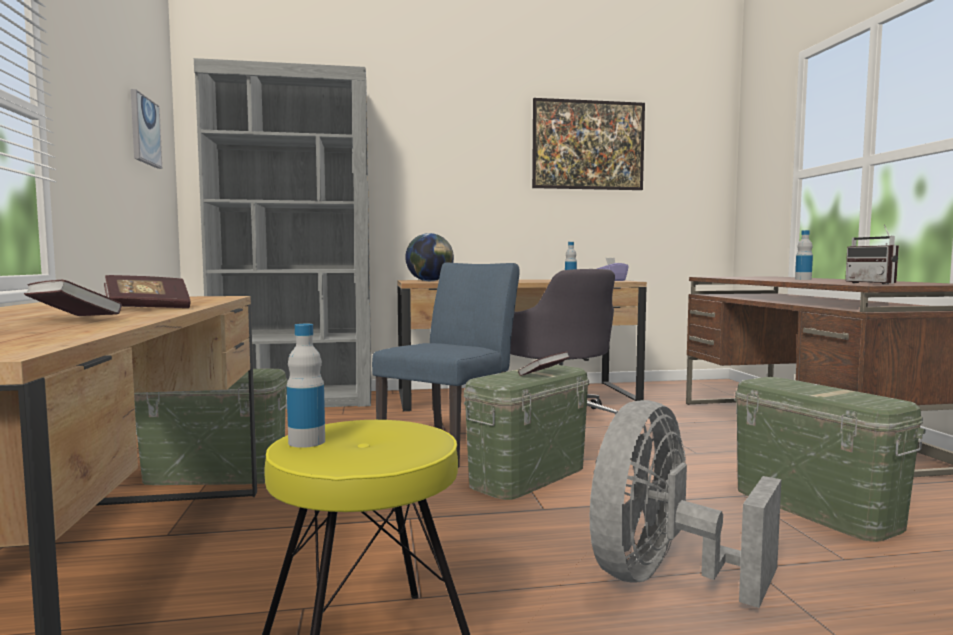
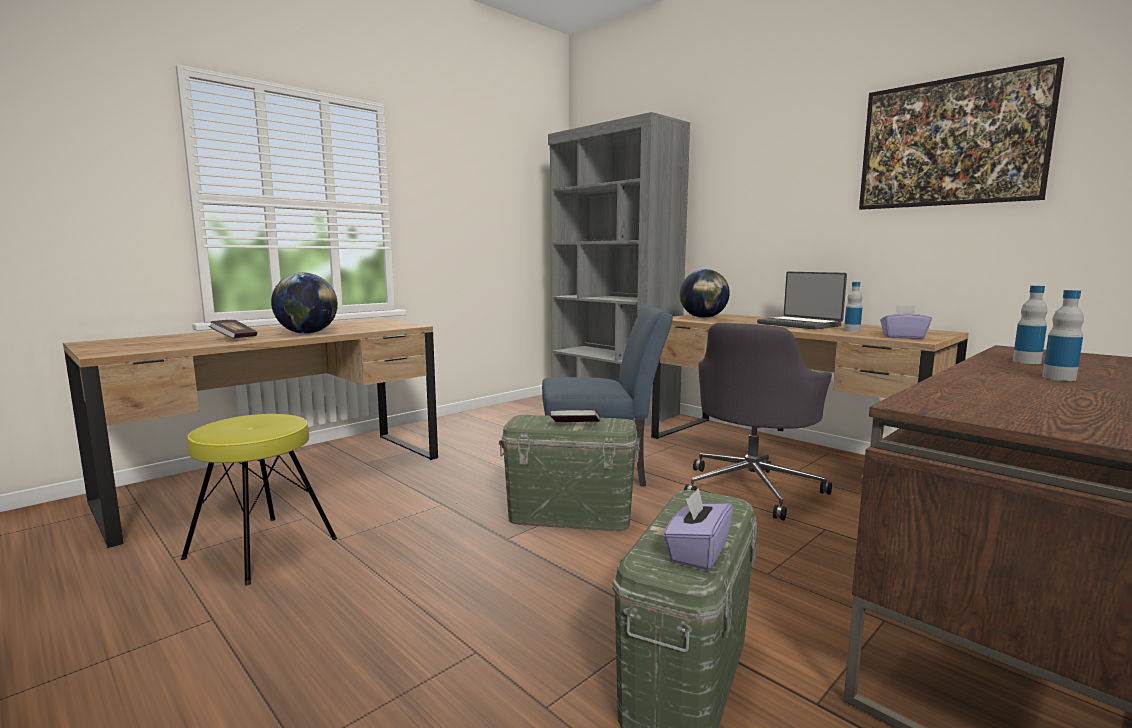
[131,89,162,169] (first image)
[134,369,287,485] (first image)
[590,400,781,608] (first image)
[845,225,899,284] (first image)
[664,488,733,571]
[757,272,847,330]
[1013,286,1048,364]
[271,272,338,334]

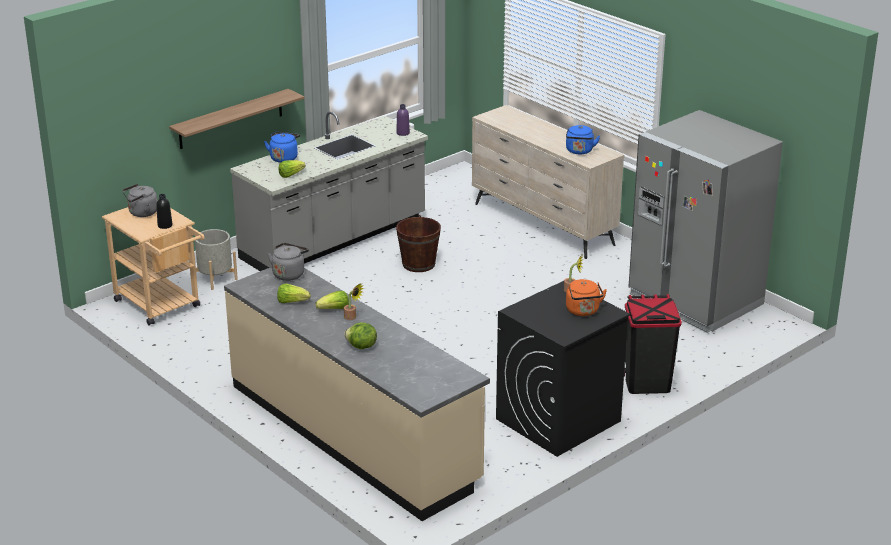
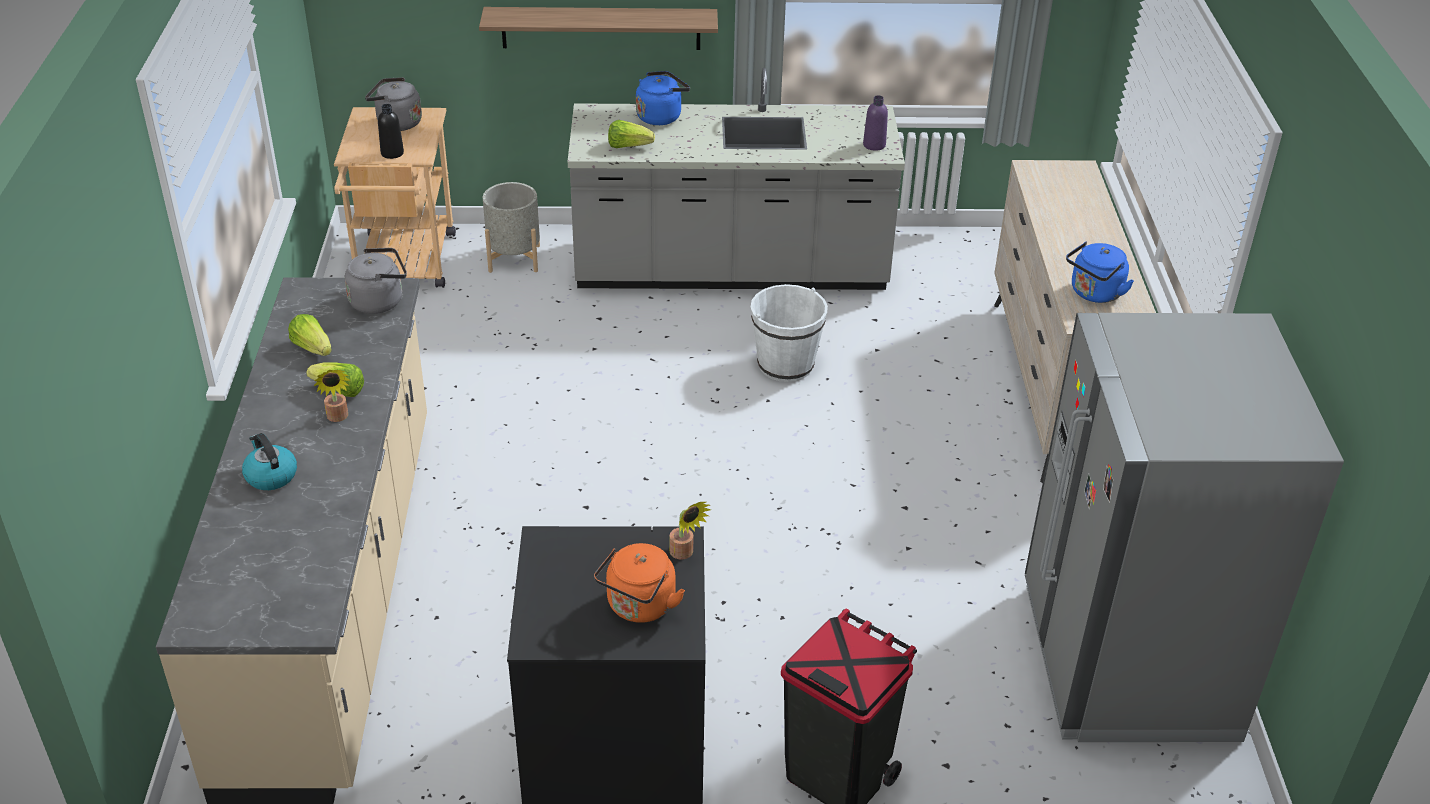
[242,433,297,490]
[751,284,828,382]

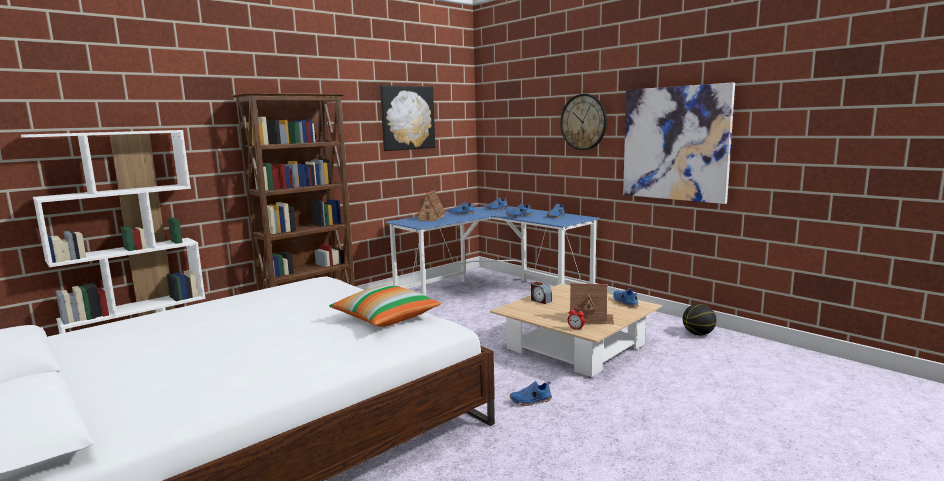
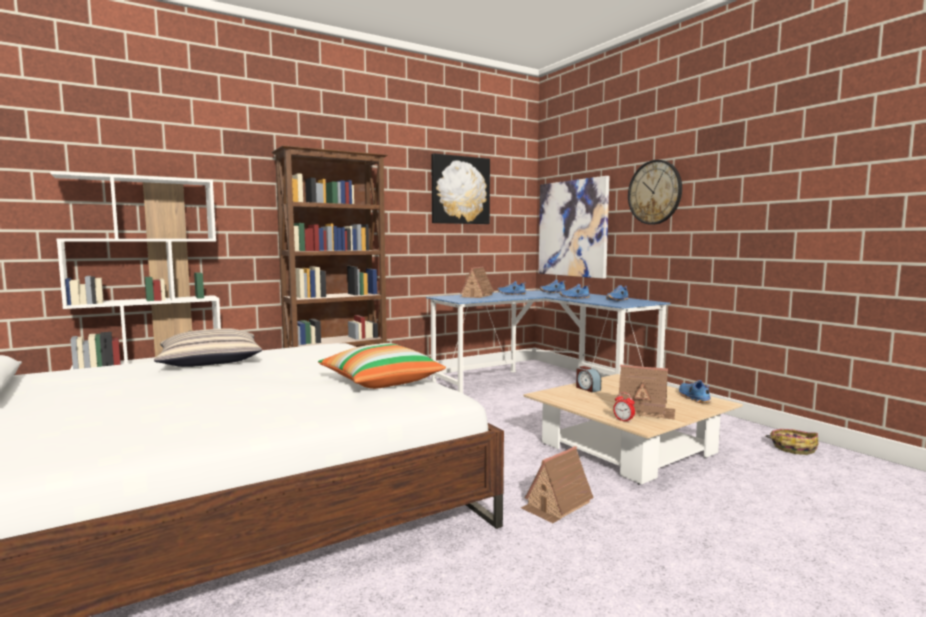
[154,328,262,367]
[539,176,610,279]
[521,446,594,523]
[765,429,818,455]

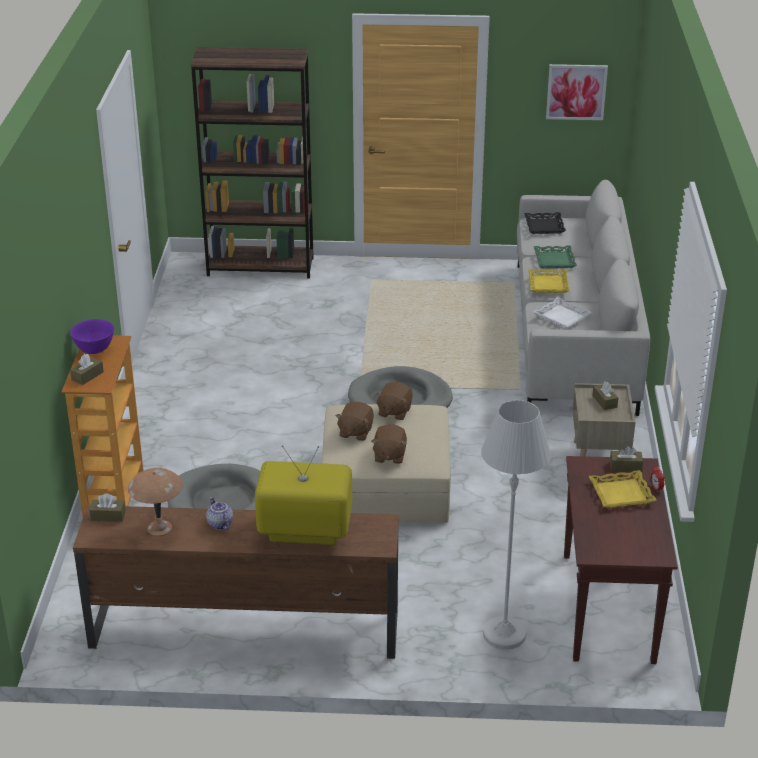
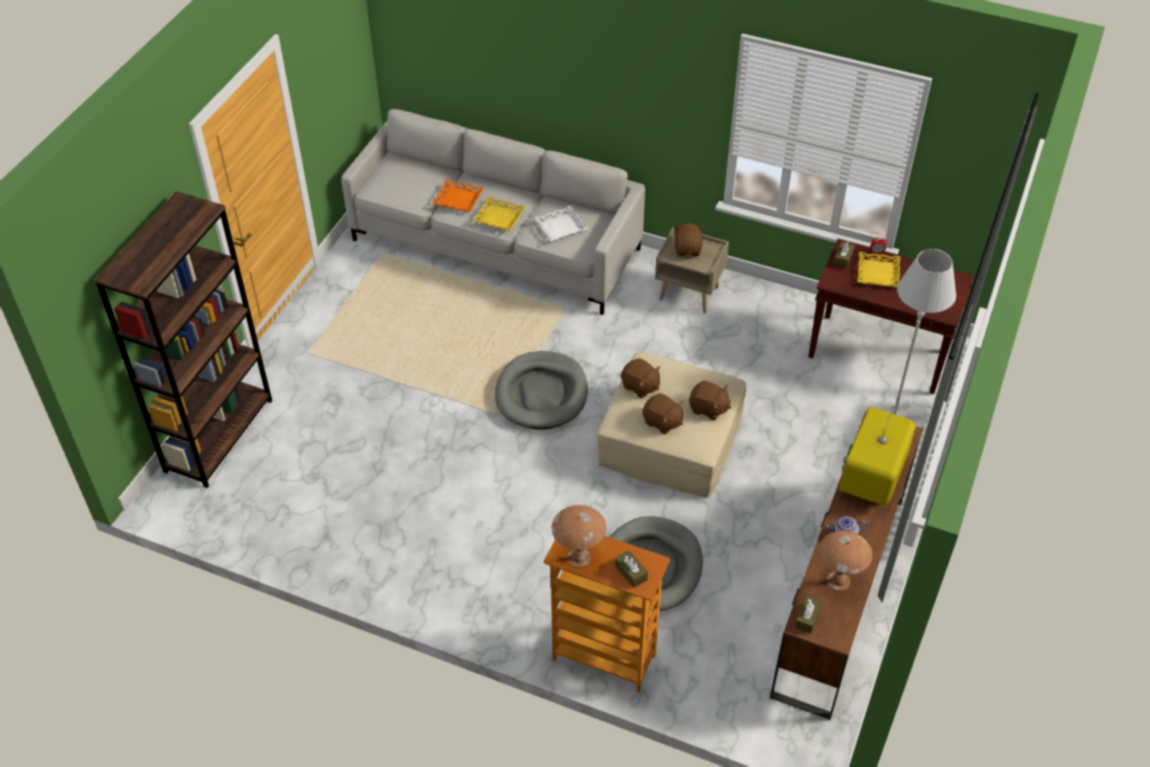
[524,212,566,234] (first image)
[546,64,608,120] (first image)
[552,505,607,568]
[674,223,704,256]
[432,180,484,212]

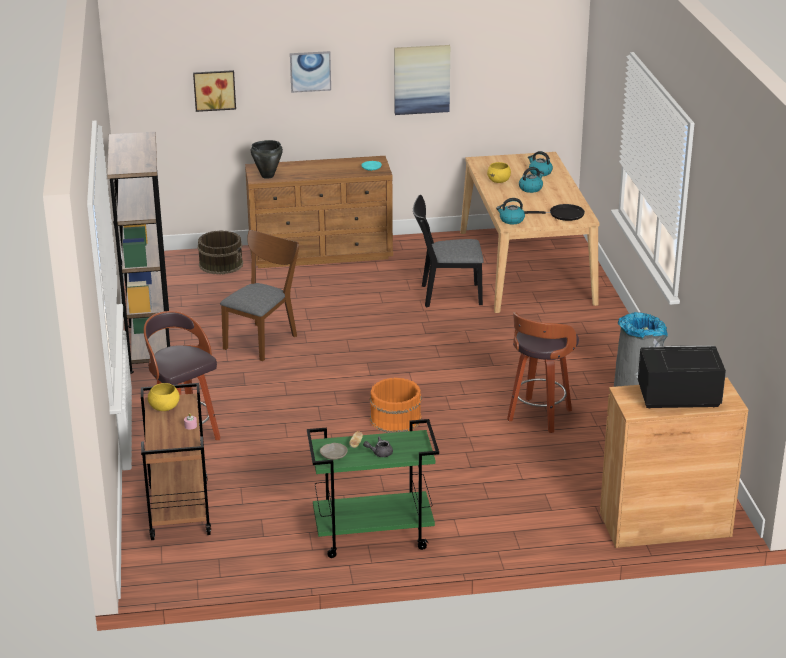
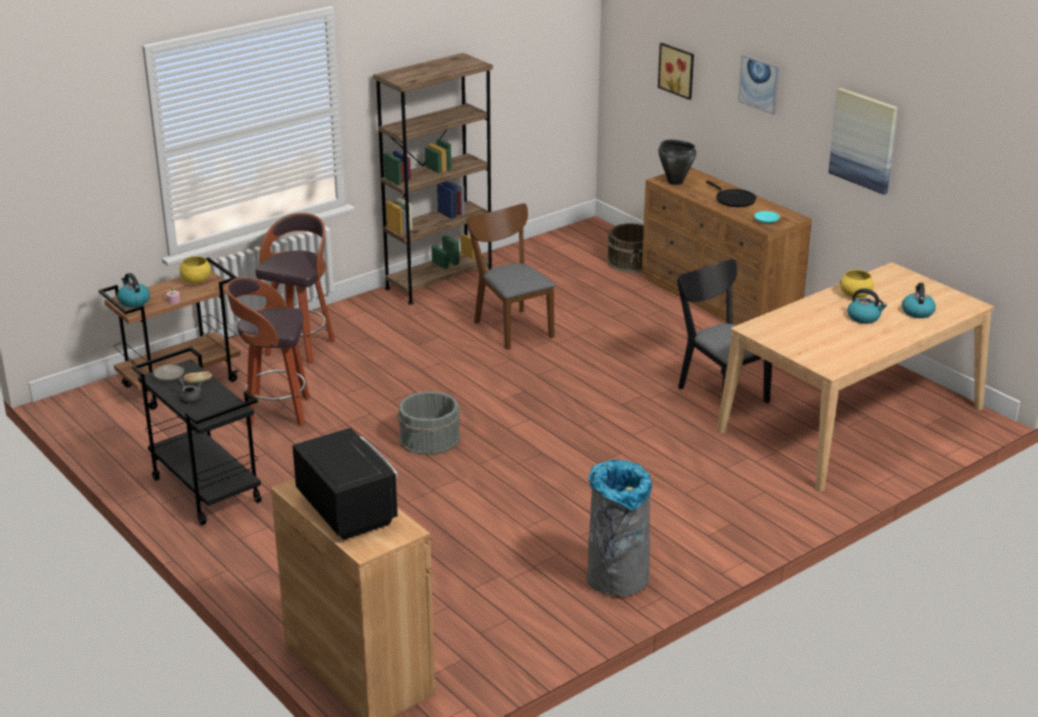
[117,273,150,307]
[226,277,310,426]
[706,180,756,207]
[132,347,262,525]
[398,391,460,456]
[466,203,555,350]

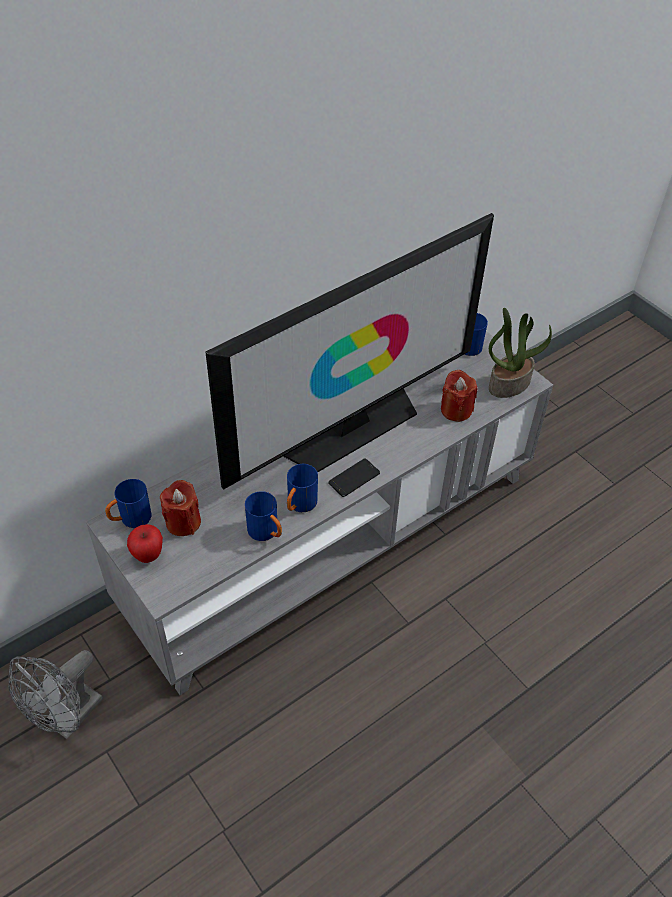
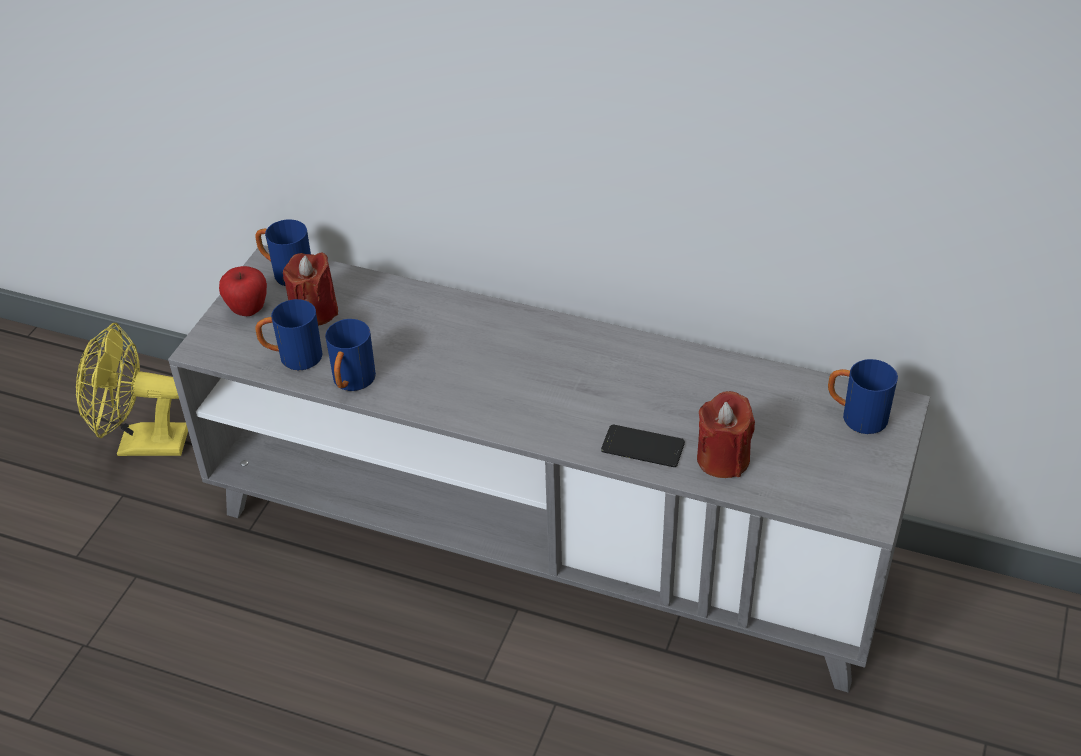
[205,213,494,490] (first image)
[489,308,552,398] (first image)
[255,299,323,370]
[601,425,685,467]
[76,323,188,456]

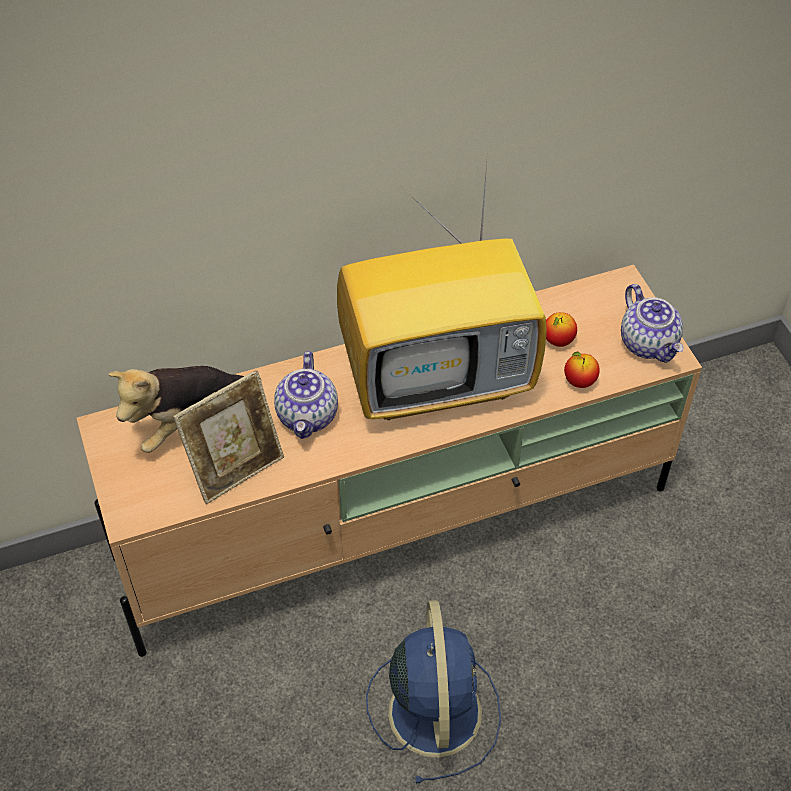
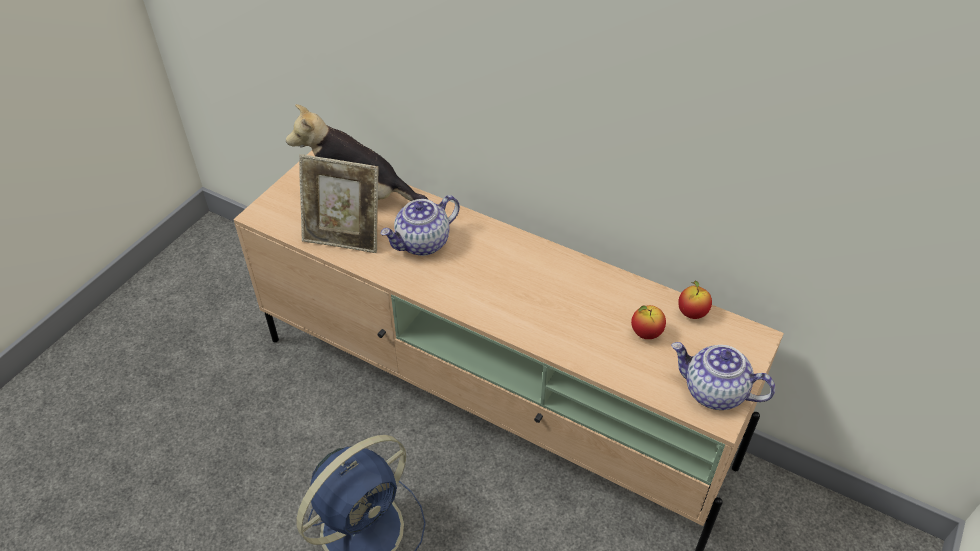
[337,151,547,420] (first image)
[678,280,712,319]
[671,342,775,410]

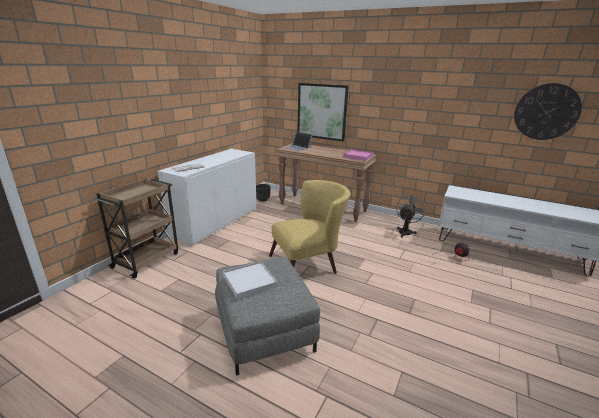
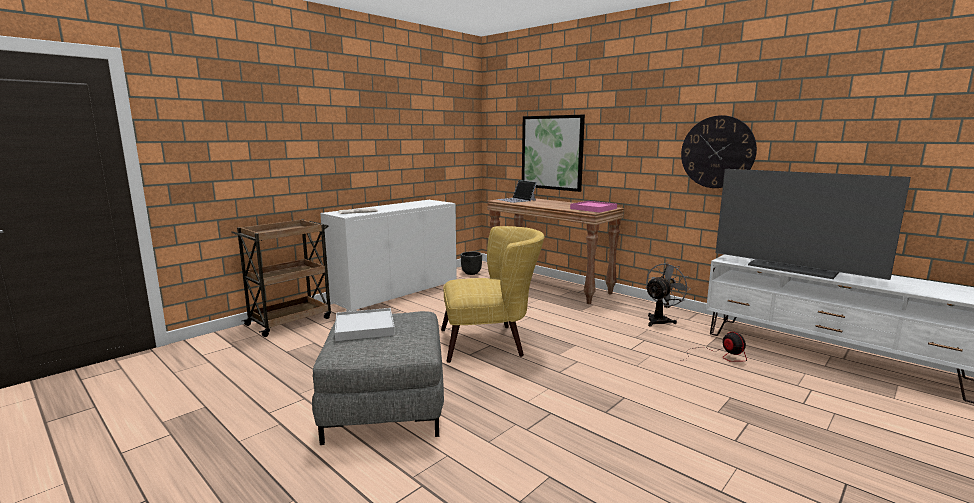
[715,169,911,280]
[681,115,757,188]

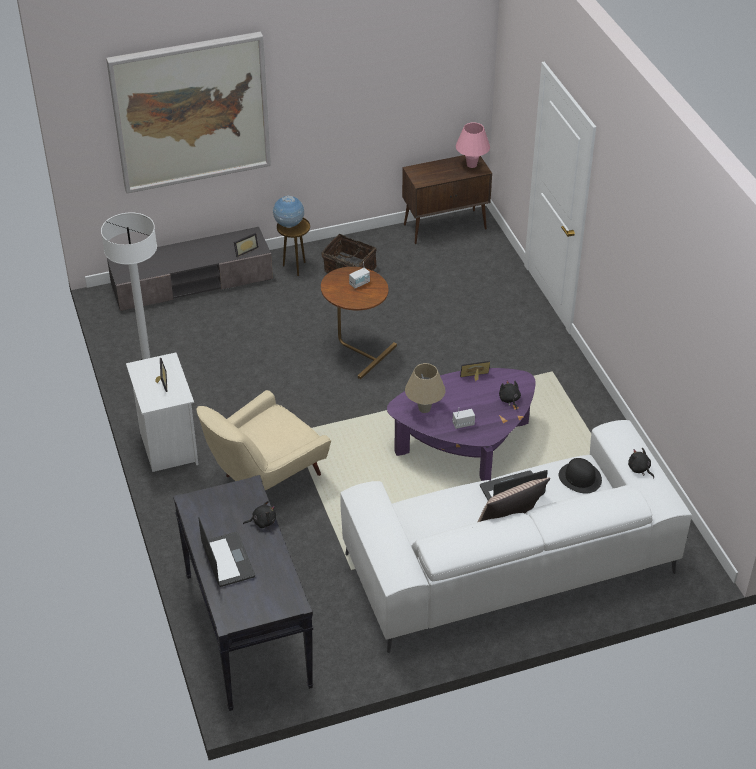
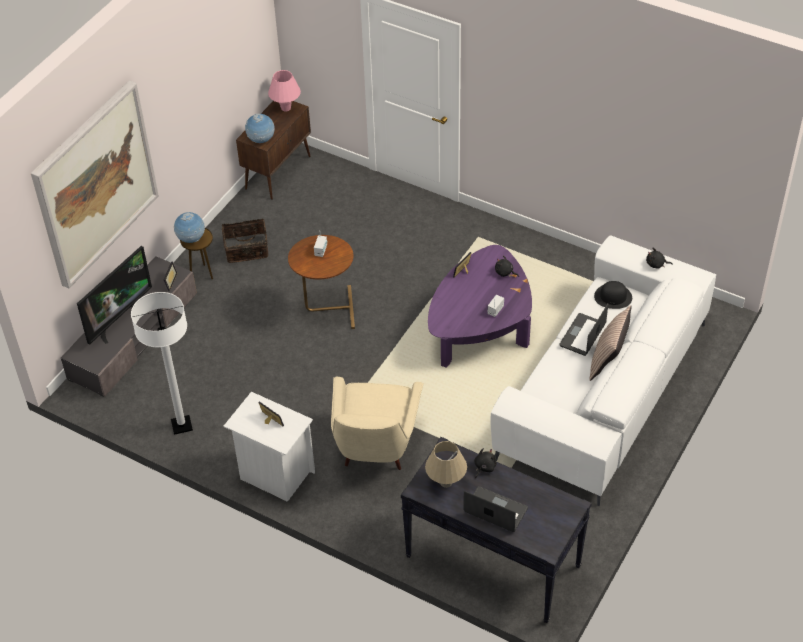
[77,246,152,345]
[245,113,275,143]
[425,441,467,488]

